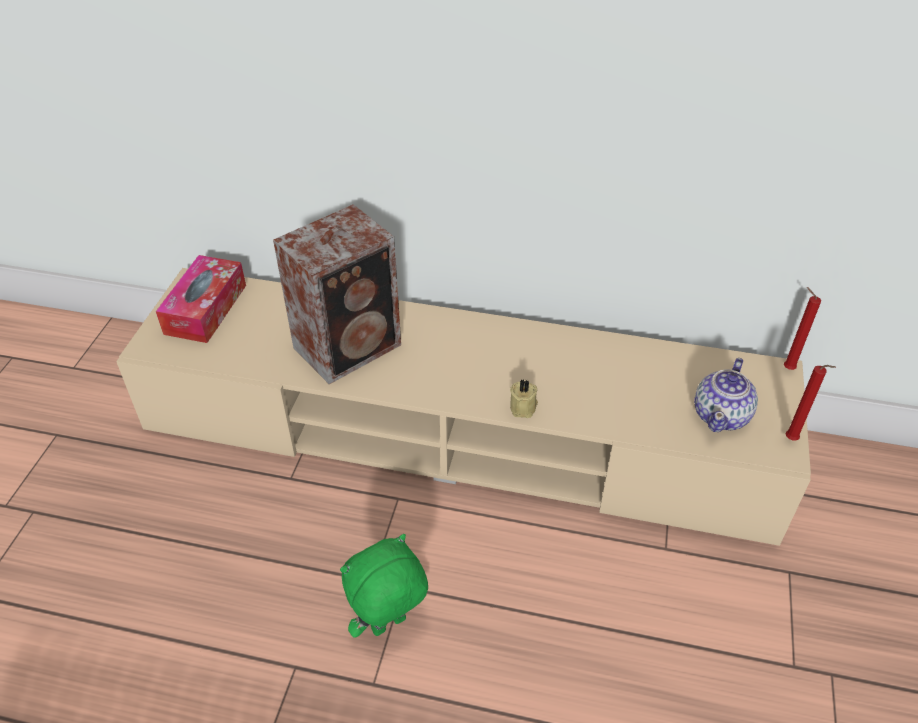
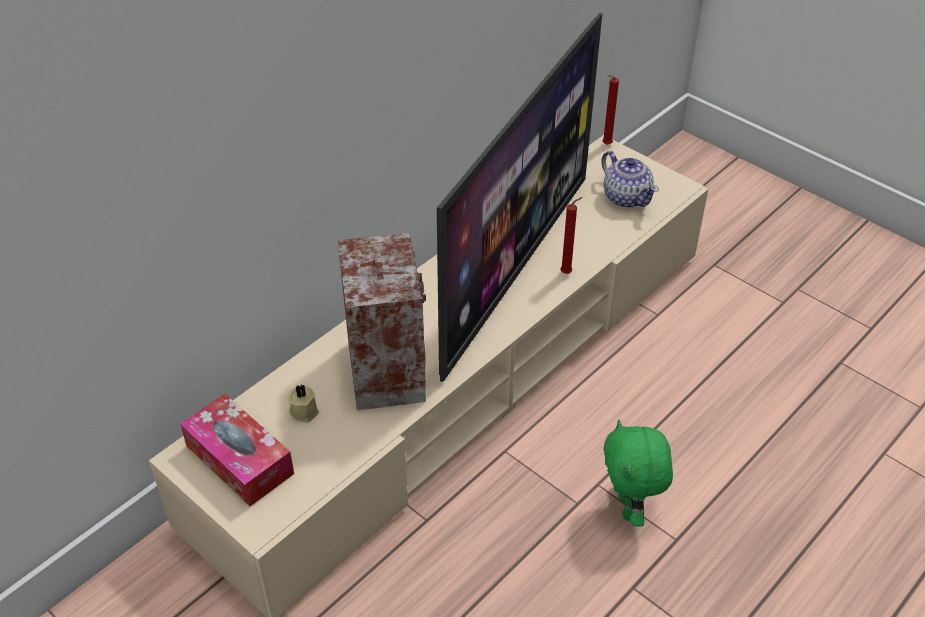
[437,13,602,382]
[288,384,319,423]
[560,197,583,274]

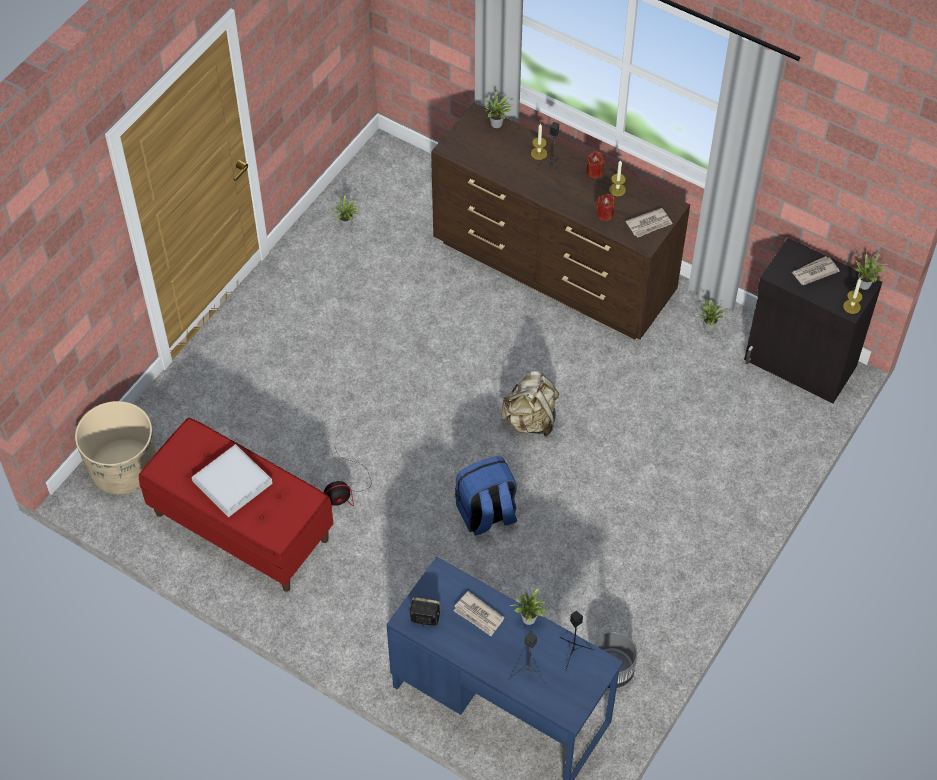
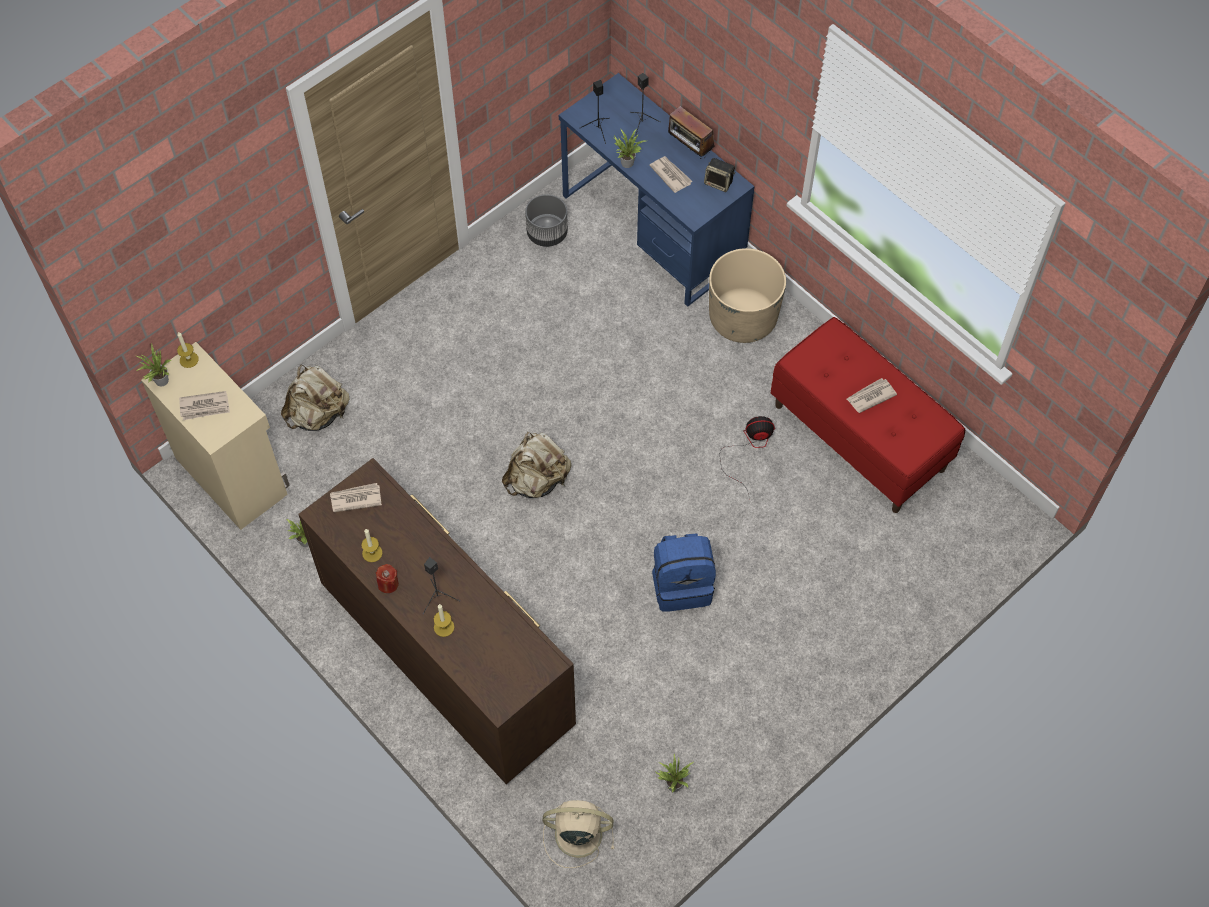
[485,91,512,128] (first image)
[596,194,615,221] (first image)
[281,365,350,431]
[543,800,614,868]
[668,104,714,159]
[709,248,786,343]
[652,533,716,612]
[847,378,897,413]
[141,342,290,530]

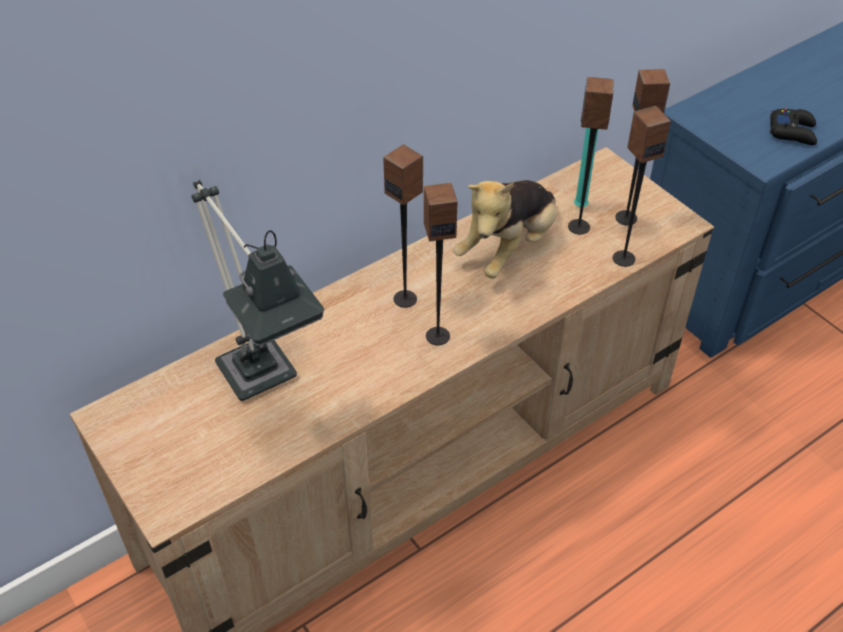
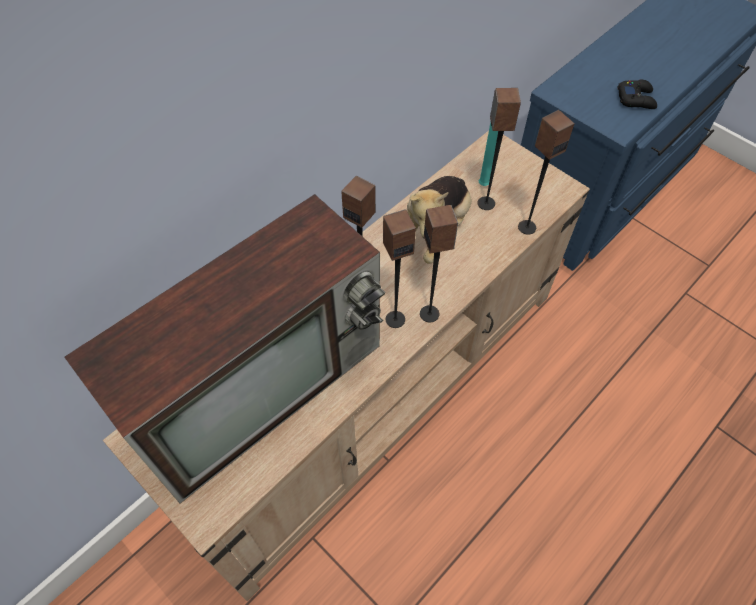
[420,205,458,322]
[64,194,385,504]

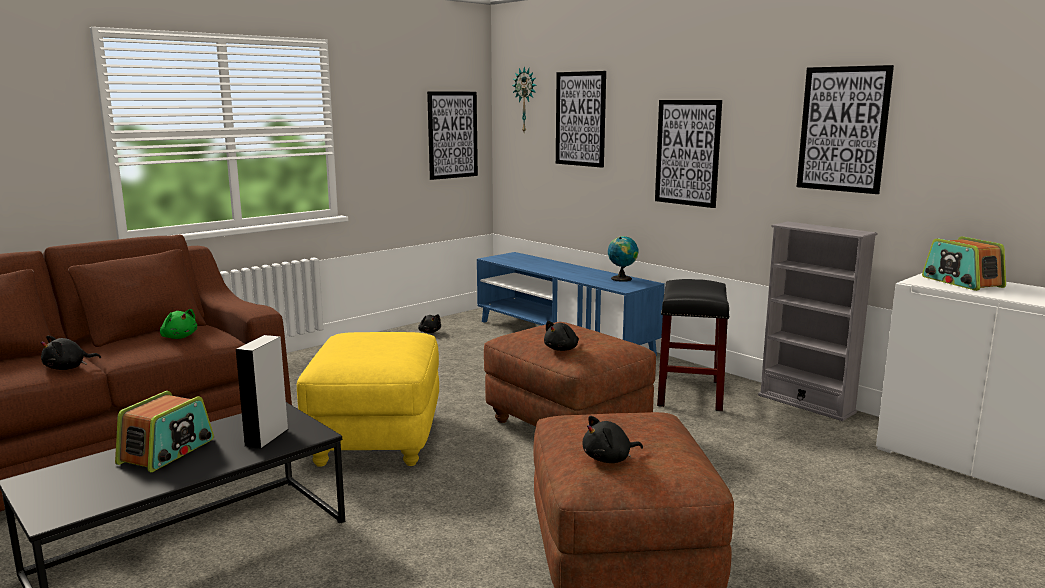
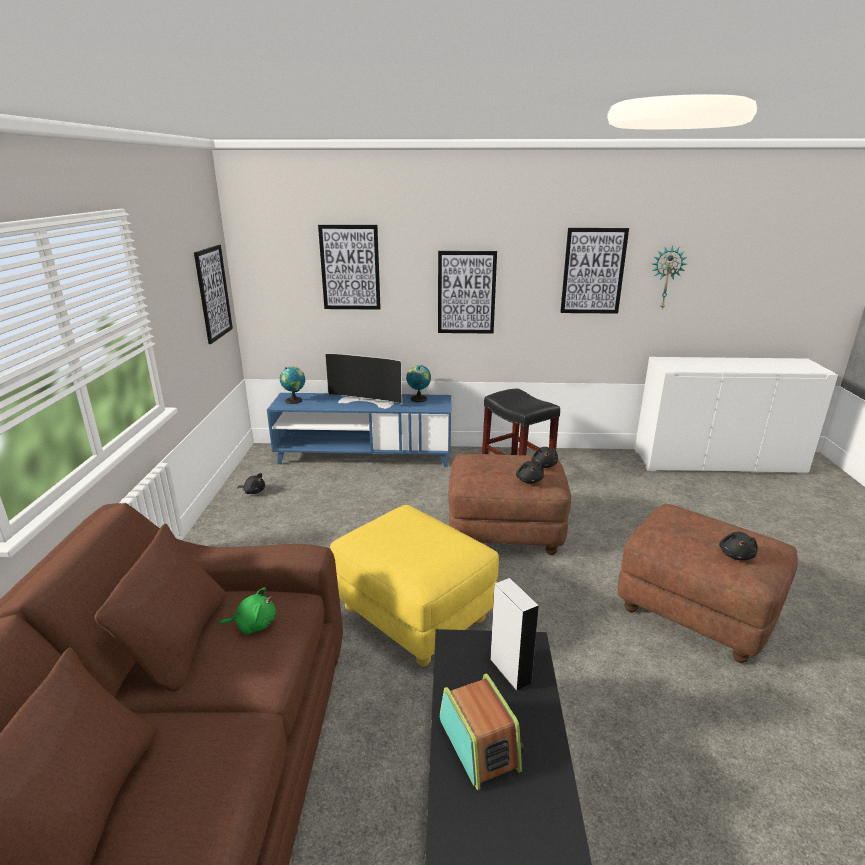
[758,222,877,421] (first image)
[922,236,1006,291] (first image)
[280,366,305,404]
[325,353,402,409]
[532,447,558,468]
[652,245,687,309]

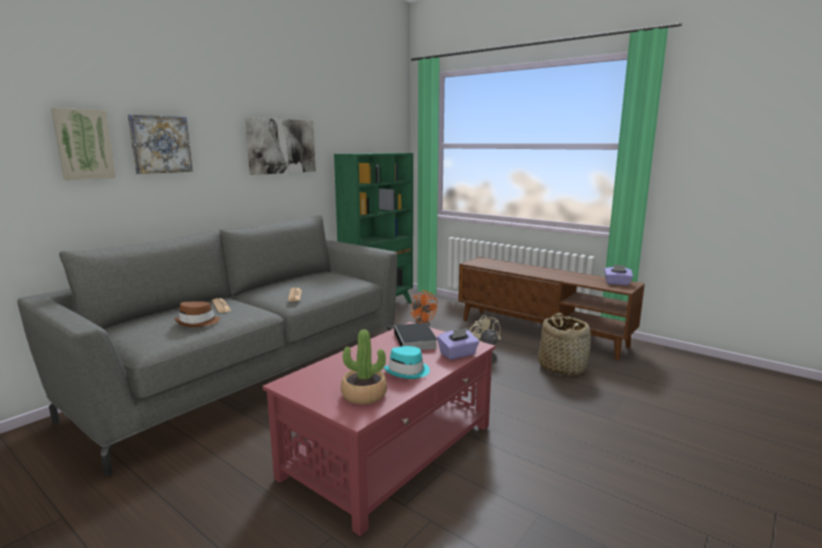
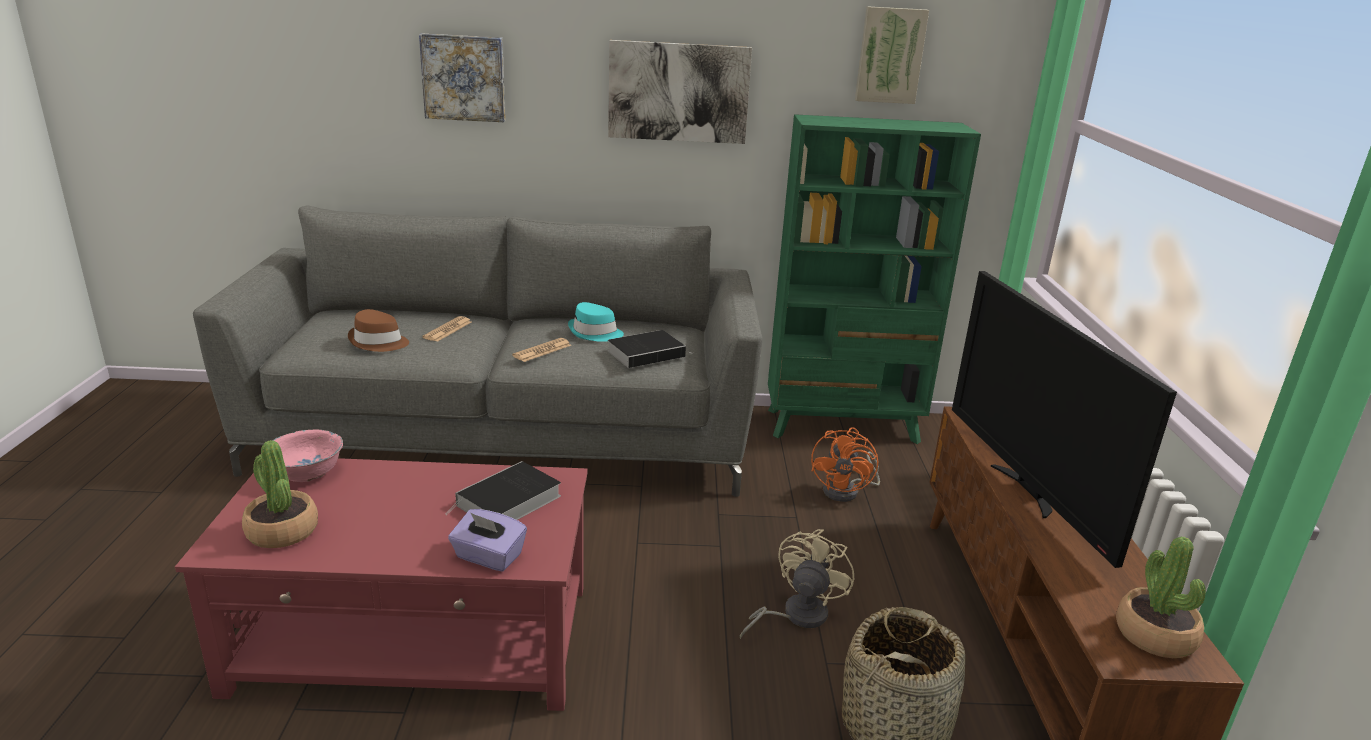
[272,429,343,482]
[608,330,694,368]
[952,271,1177,568]
[855,6,929,104]
[568,302,624,342]
[1116,536,1206,658]

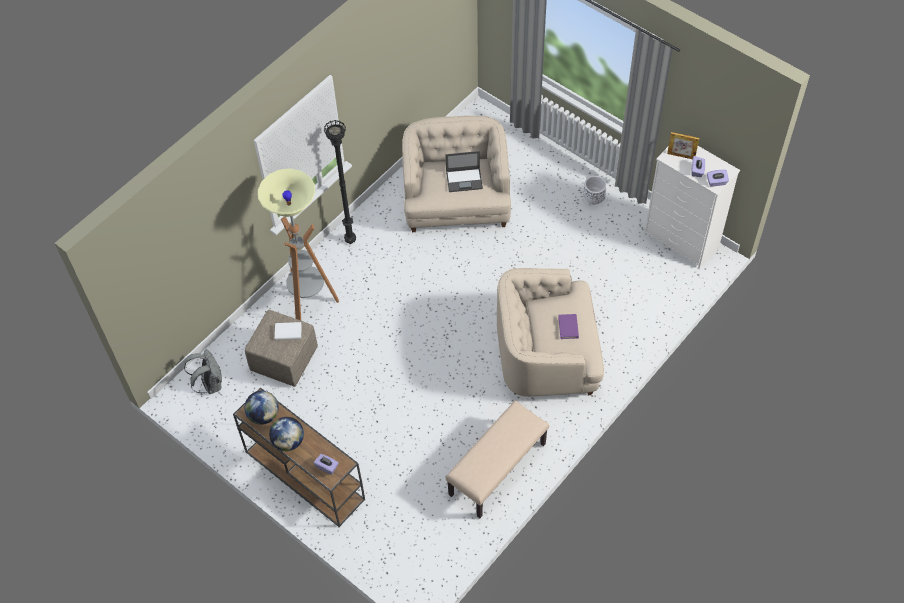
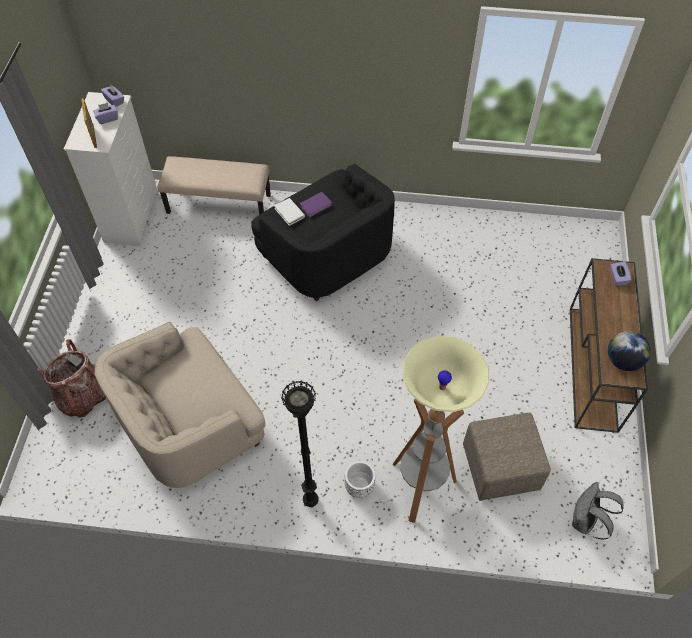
[269,417,304,451] (first image)
[445,151,483,192] (first image)
[37,339,106,418]
[274,198,305,226]
[157,156,271,215]
[345,461,375,498]
[251,163,395,302]

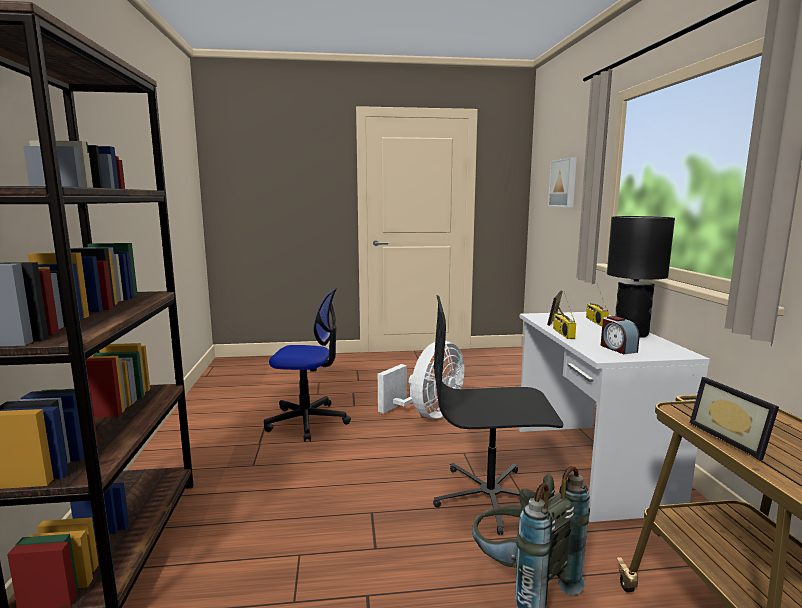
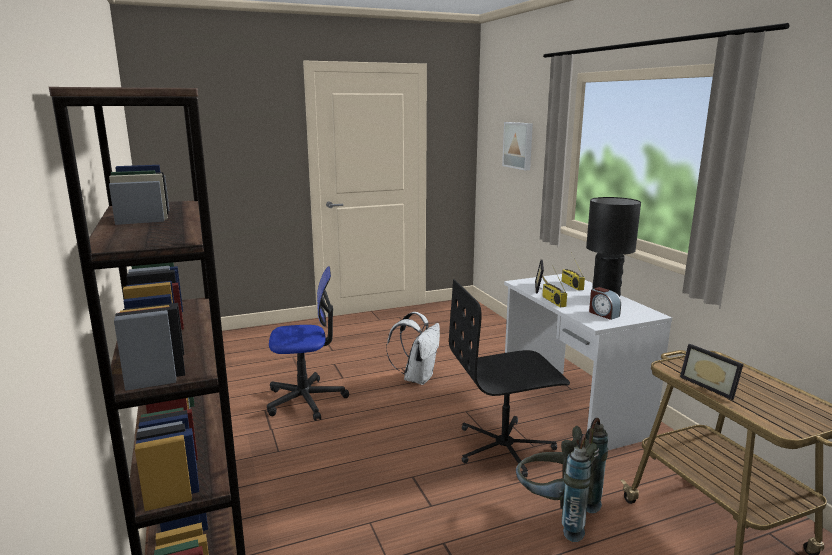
[386,312,440,385]

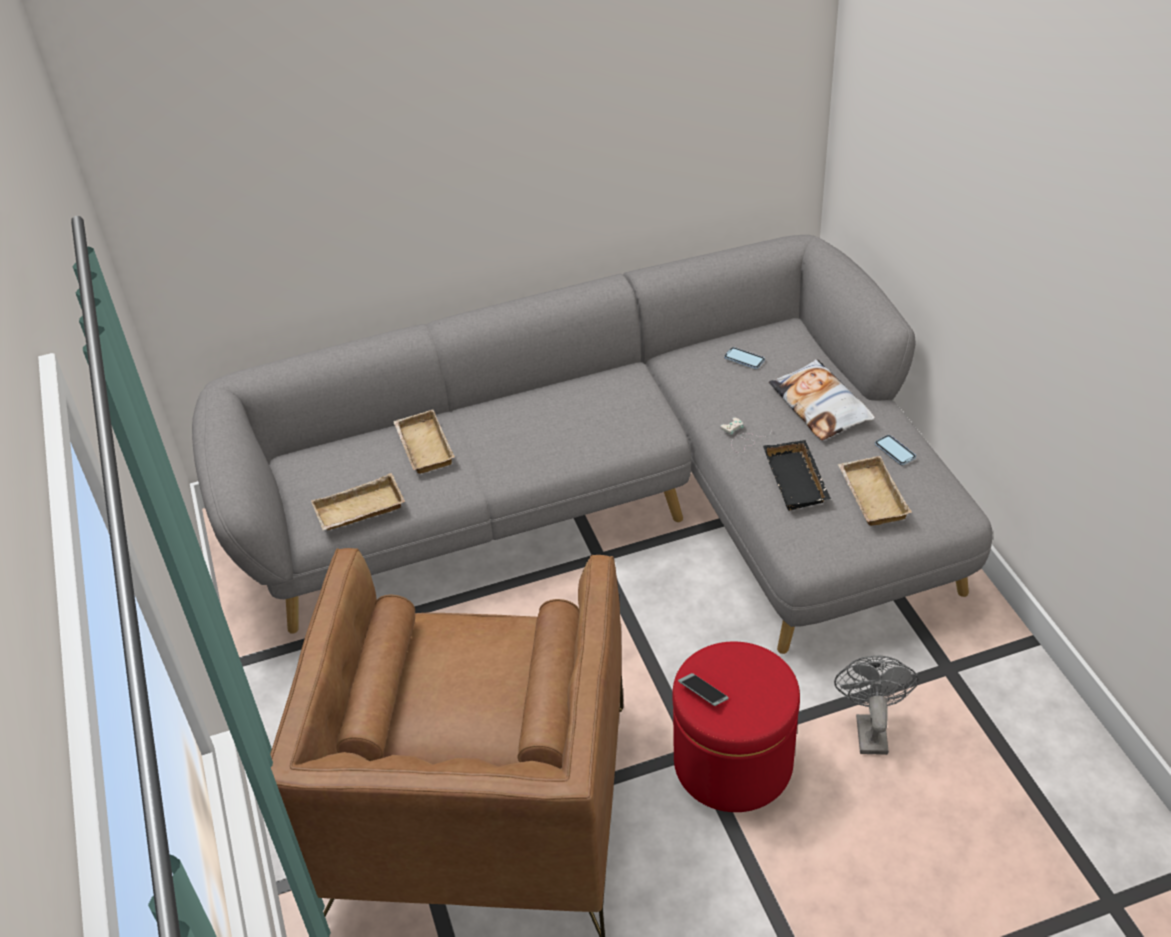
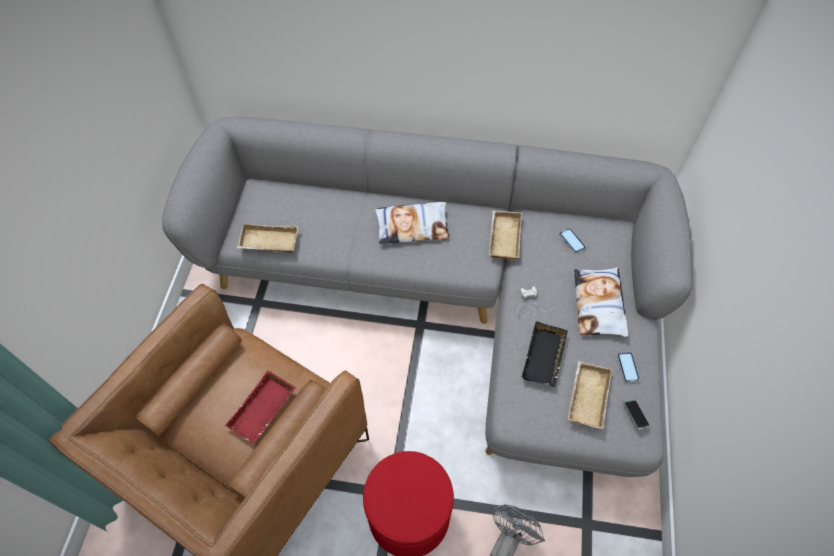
[225,370,296,445]
[374,202,449,244]
[489,210,522,260]
[623,398,650,430]

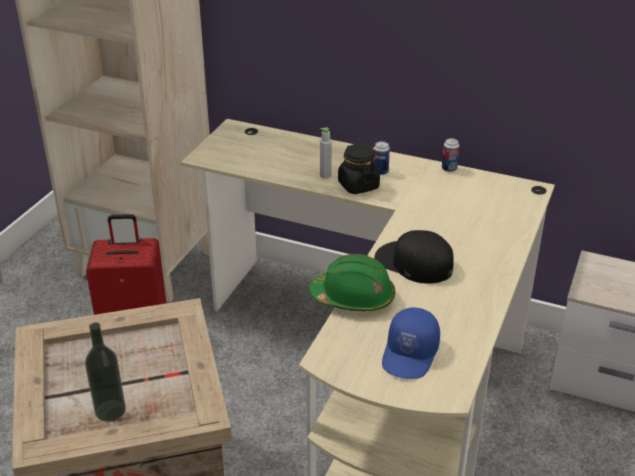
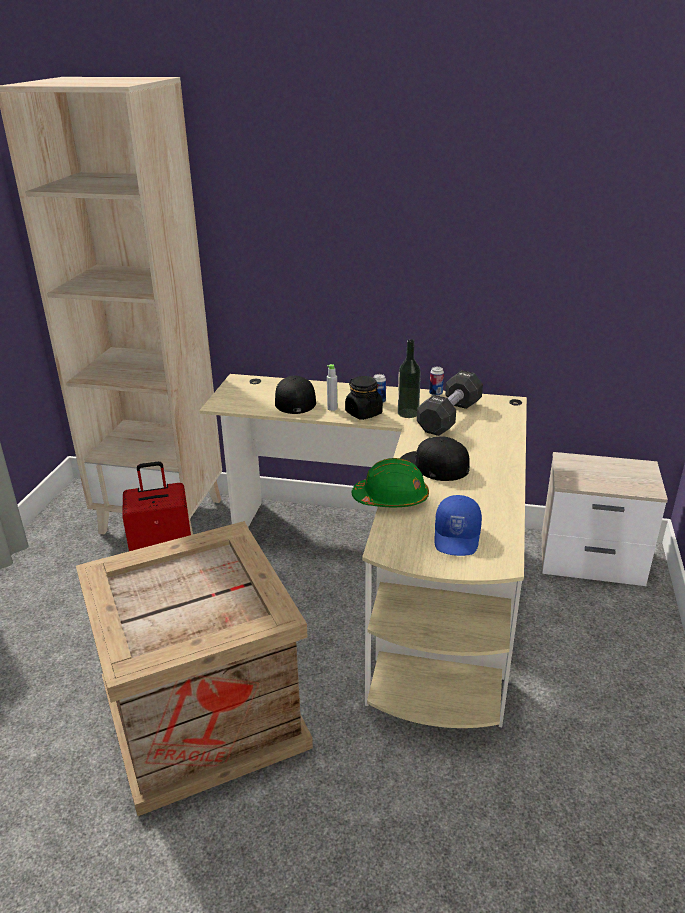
[275,376,316,414]
[417,370,483,436]
[398,339,421,418]

